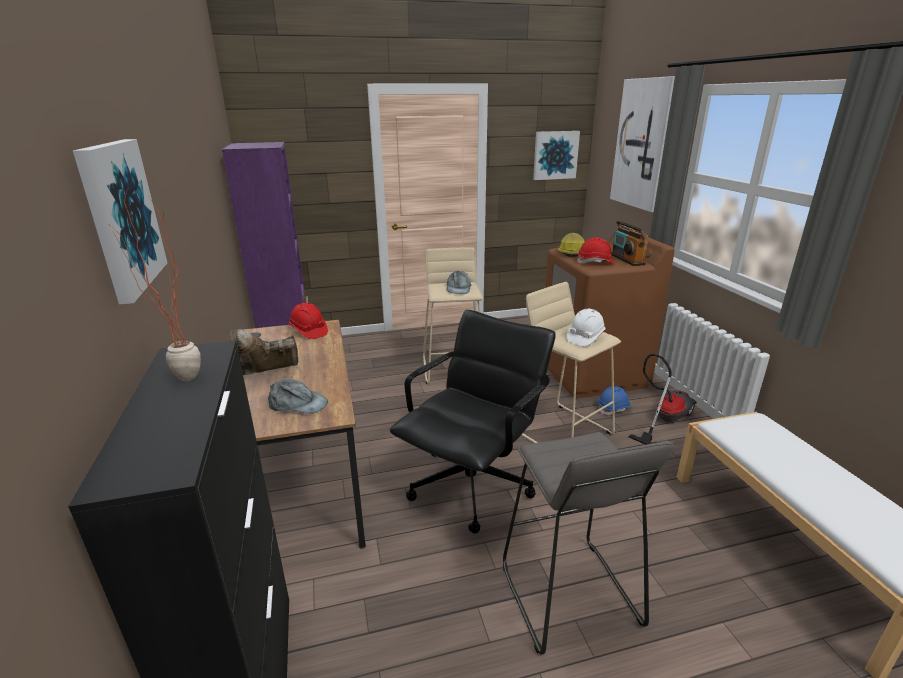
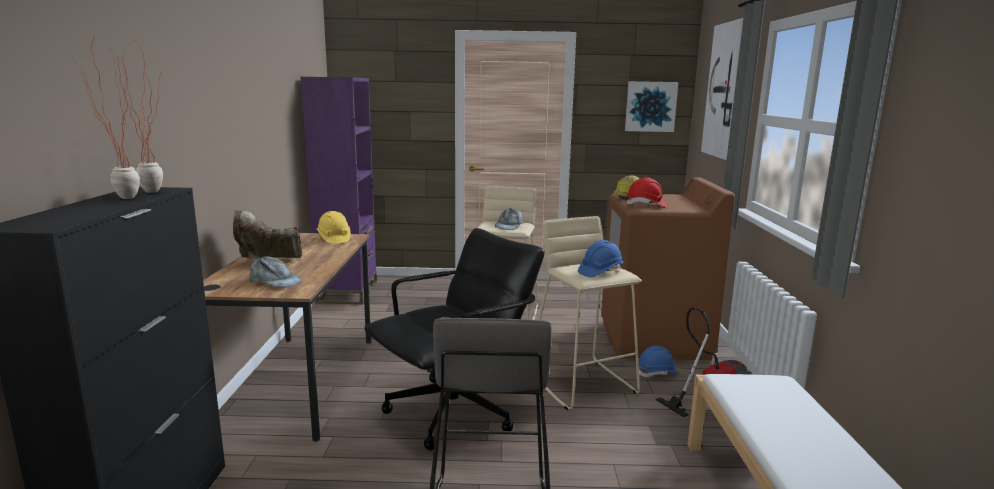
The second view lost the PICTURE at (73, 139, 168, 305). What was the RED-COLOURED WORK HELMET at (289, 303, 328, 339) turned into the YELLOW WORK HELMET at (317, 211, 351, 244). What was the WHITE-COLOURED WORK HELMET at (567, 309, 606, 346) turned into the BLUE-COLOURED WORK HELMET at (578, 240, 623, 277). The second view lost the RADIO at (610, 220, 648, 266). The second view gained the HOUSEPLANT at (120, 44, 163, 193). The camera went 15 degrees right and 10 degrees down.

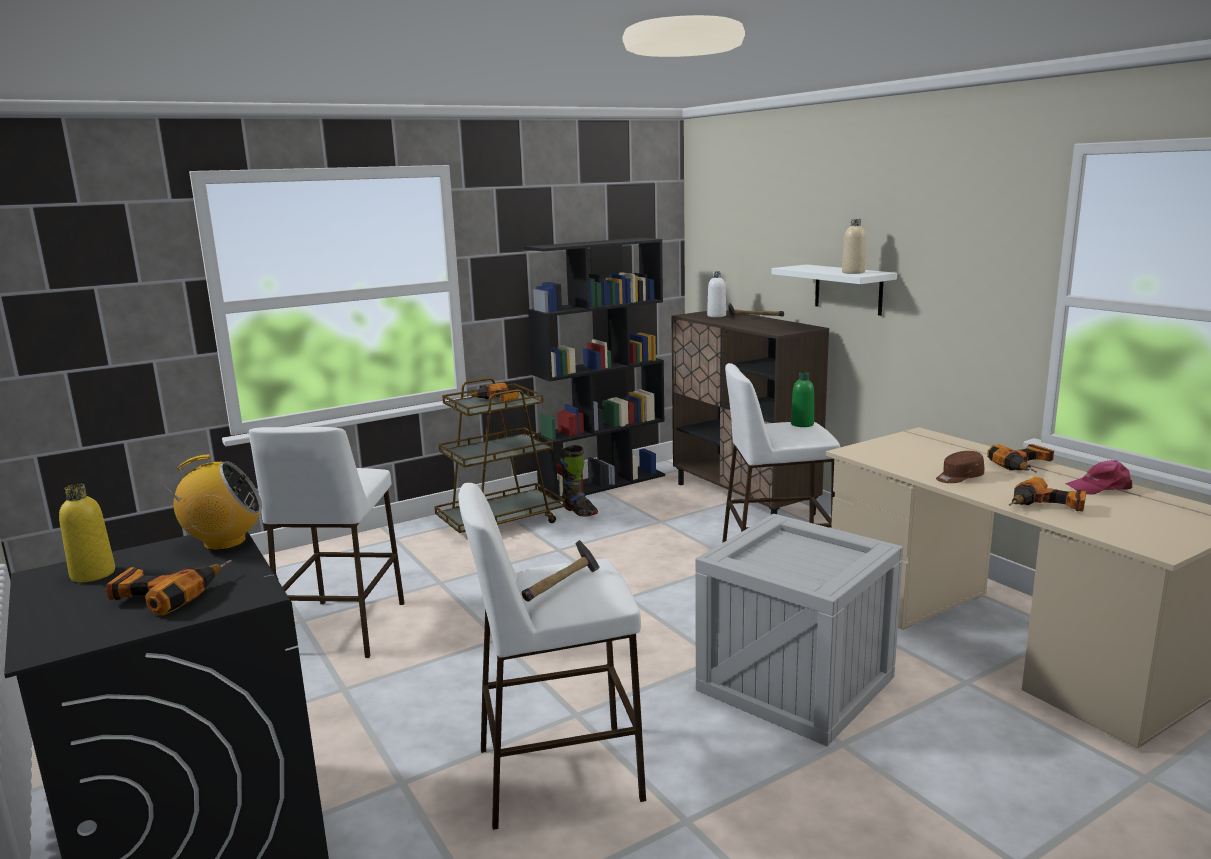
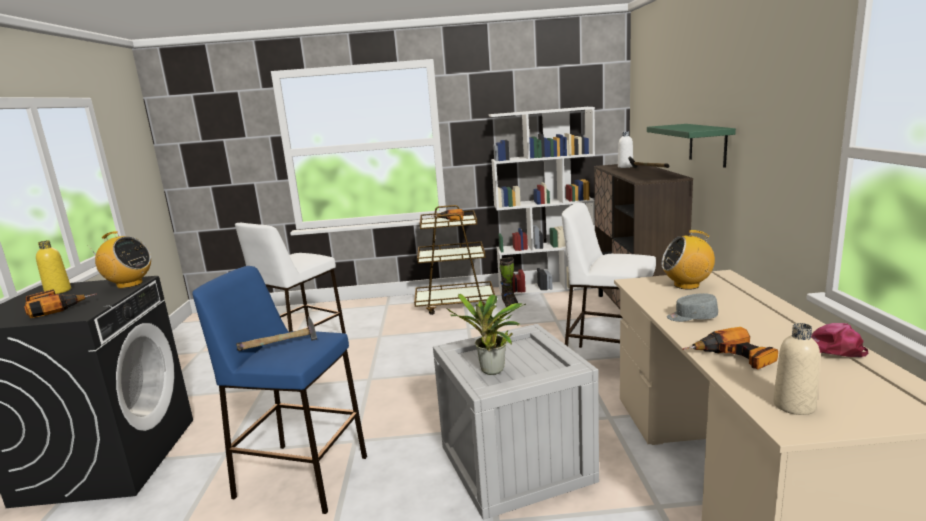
What was the WHITE-COLOURED SITTING STOOL at (459, 483, 646, 830) turned into the BLUE-COLOURED SITTING STOOL at (192, 266, 367, 514). What was the BLACK BOOKCASE at (524, 238, 665, 500) turned into the WHITE-COLOURED BOOKCASE at (489, 107, 596, 296). What was the WHITE-COLOURED WALL SHELF at (771, 264, 897, 316) turned into the GREENISH WALL SHELF at (647, 124, 736, 168). The second view lost the GREENISH BEVERAGE BOTTLE at (791, 372, 814, 427). The BEIGE BEVERAGE BOTTLE ended up elsewhere, having gone from (842, 219, 866, 274) to (773, 323, 820, 415). What was the BROWN BASEBALL CAP at (936, 451, 984, 483) turned into the GREY BASEBALL CAP at (667, 293, 718, 322). The second view lost the POWER DRILL at (987, 444, 1054, 472). The second view gained the HOUSEPLANT at (446, 294, 526, 375). The second view gained the RADIO at (662, 230, 715, 290). The camera went 30 degrees right and 0 degrees up.

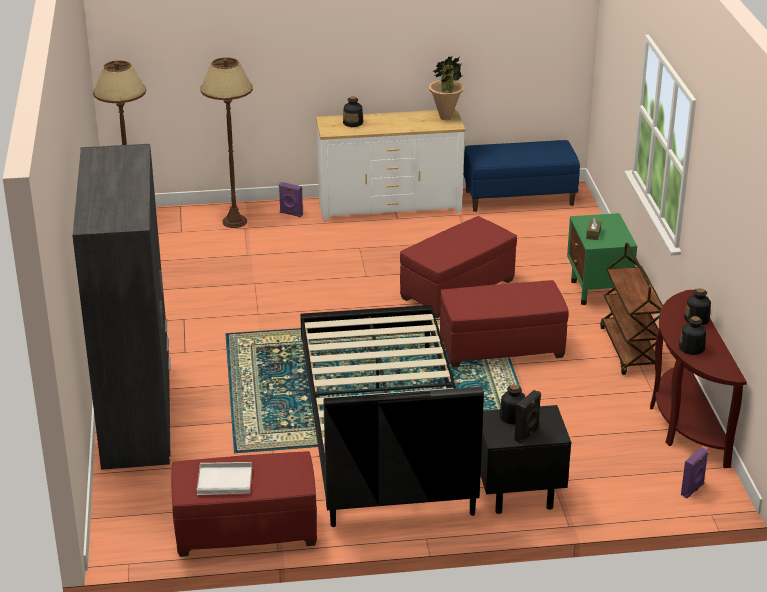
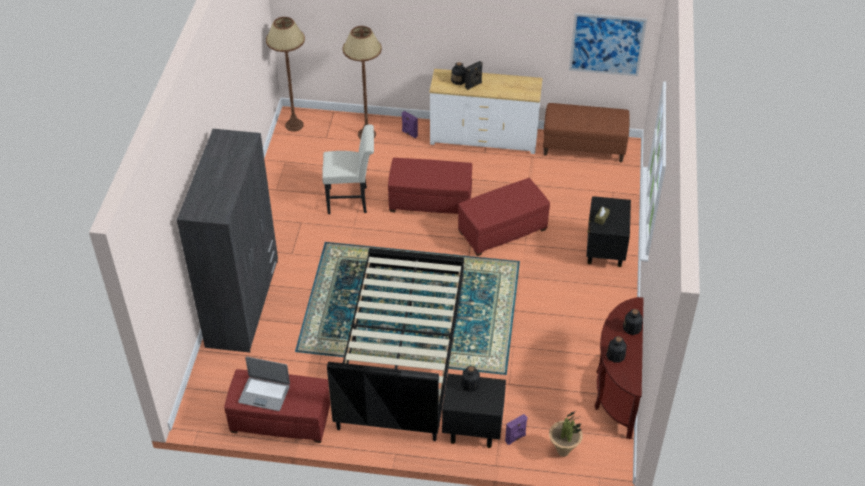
Where the WHITE-COLOURED CARRYING TRAY stood at (197, 462, 252, 495), the PORTABLE COMPUTER came to stand at (238, 357, 290, 411). The HOUSEPLANT ended up elsewhere, having gone from (429, 56, 464, 120) to (549, 411, 583, 457). The RED-COLOURED FOOTREST ended up elsewhere, having gone from (440, 280, 569, 367) to (388, 158, 472, 214). What was the BLUE-COLOURED BENCH at (464, 140, 580, 212) turned into the BROWN BENCH at (543, 103, 630, 162). The BLACK LOUDSPEAKER ended up elsewhere, having gone from (515, 390, 541, 444) to (465, 61, 483, 90). What was the GREENISH NIGHTSTAND at (567, 213, 637, 305) turned into the BLACK NIGHTSTAND at (586, 196, 631, 267). The second view lost the BROWN TROLLEY at (600, 243, 663, 375). The PURPLE-COLOURED LOUDSPEAKER ended up elsewhere, having gone from (681, 447, 709, 498) to (505, 414, 527, 445). The second view gained the WHITE-COLOURED CHAIR at (322, 124, 374, 214). The second view gained the PICTURE at (569, 13, 647, 76). The camera went 15 degrees right and 15 degrees up.

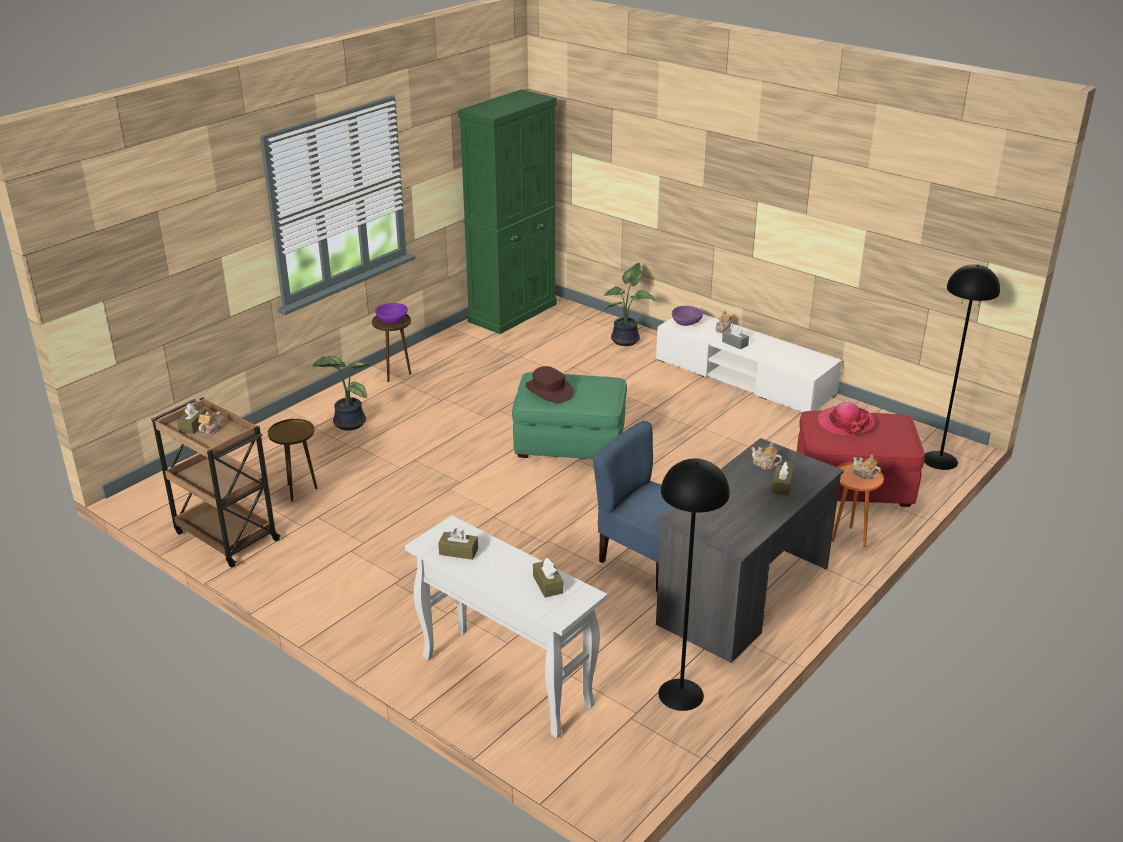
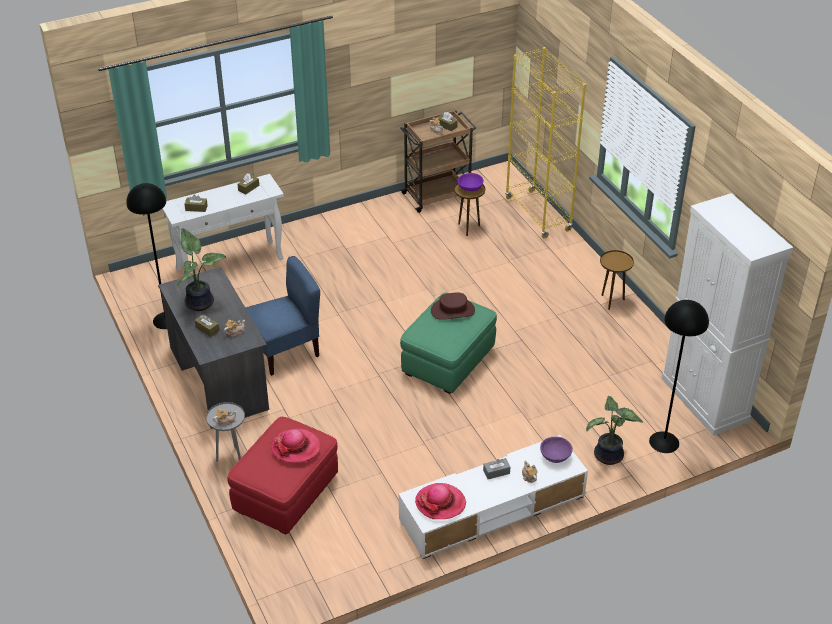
The HOUSEPLANT ended up elsewhere, having gone from (312, 356, 375, 430) to (176, 228, 226, 311). The PURPLE-COLOURED BOWL ended up elsewhere, having gone from (375, 303, 408, 324) to (458, 173, 484, 191). What was the GREENISH CABINET at (458, 89, 557, 334) turned into the WHITE-COLOURED CABINET at (661, 193, 793, 436). What was the ORANGE-COLOURED SIDE TABLE at (831, 462, 884, 547) turned into the GREY SIDE TABLE at (206, 402, 245, 462). The BLACK STANDARD LAMP ended up elsewhere, having gone from (924, 264, 1000, 470) to (649, 300, 709, 453). The second view gained the WEARABLE HAT at (415, 483, 466, 519). The second view gained the YELLOW BOOKCASE at (505, 47, 586, 239). The camera went 115 degrees right and 10 degrees up.

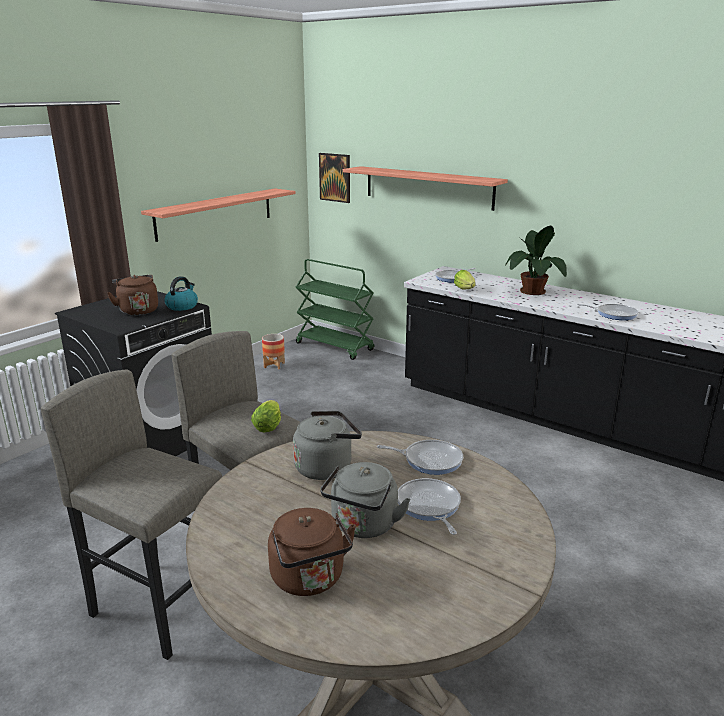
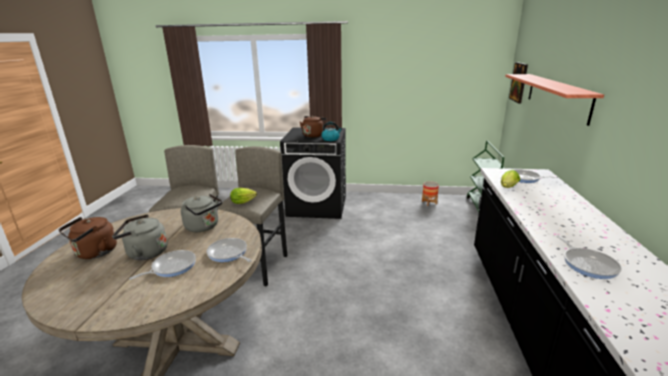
The second view lost the WALL SHELF at (141, 188, 296, 242). The SKILLET at (377, 440, 463, 475) ended up facing another way, 150 degrees clockwise from before. The second view lost the HOUSEPLANT at (505, 226, 567, 295). The camera went 60 degrees right and 0 degrees up.

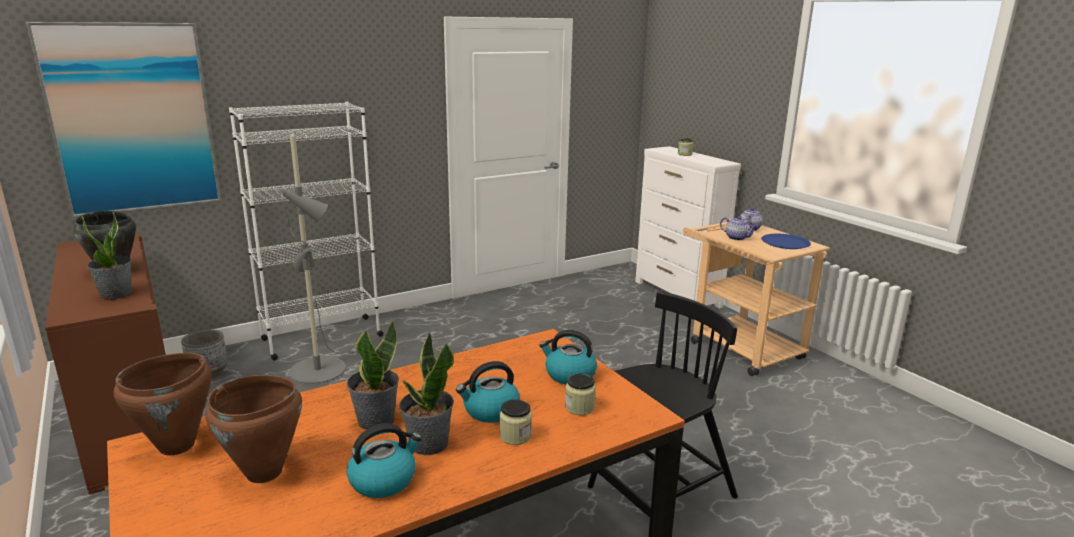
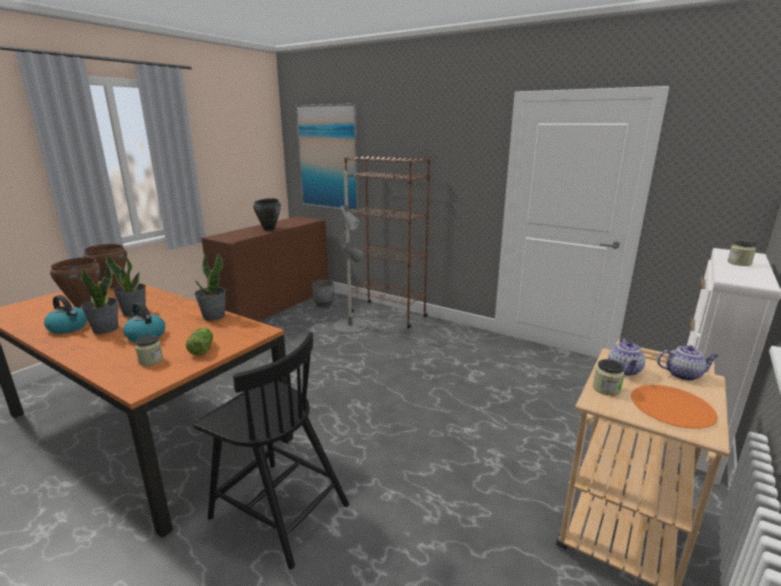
The HOUSEPLANT ended up elsewhere, having gone from (81, 210, 132, 300) to (194, 253, 226, 321). What was the WHITE-COLOURED BOOKCASE at (229, 102, 384, 361) turned into the BROWN BOOKCASE at (344, 155, 430, 328). The PRESERVE JAR ended up elsewhere, having gone from (500, 400, 532, 445) to (593, 359, 624, 396). Where the KETTLE stood at (539, 330, 597, 385), the LETTUCE came to stand at (186, 327, 213, 355). What was the BLUE-COLOURED PLATE at (761, 234, 811, 249) turned into the ORANGE-COLOURED PLATE at (631, 385, 718, 429). The camera went 65 degrees right and 0 degrees up.

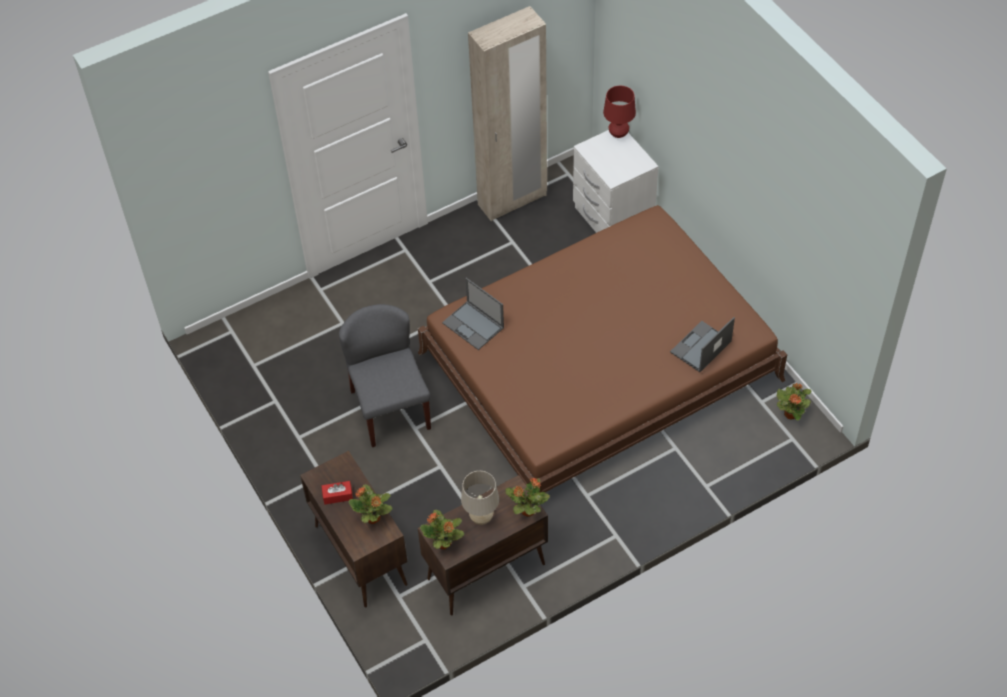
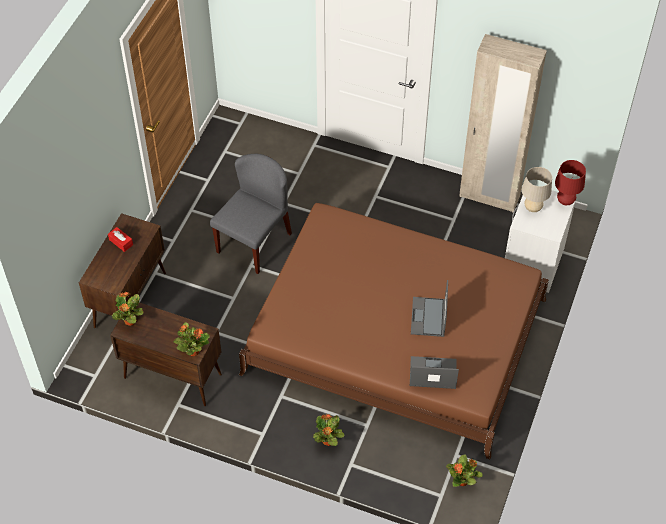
The HOUSEPLANT ended up elsewhere, having gone from (349, 484, 392, 524) to (313, 414, 345, 446). The PORTABLE COMPUTER ended up elsewhere, having gone from (442, 278, 504, 350) to (411, 280, 448, 337). The BEIGE LAMP FOR A TABLE ended up elsewhere, having gone from (461, 471, 499, 525) to (522, 167, 552, 212). The camera went 50 degrees right and 0 degrees up.

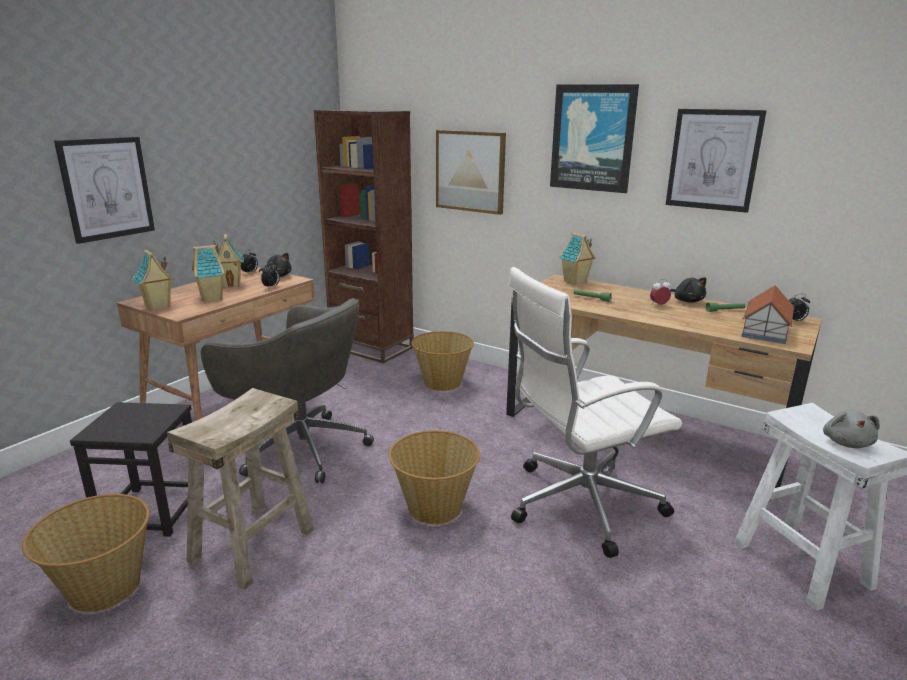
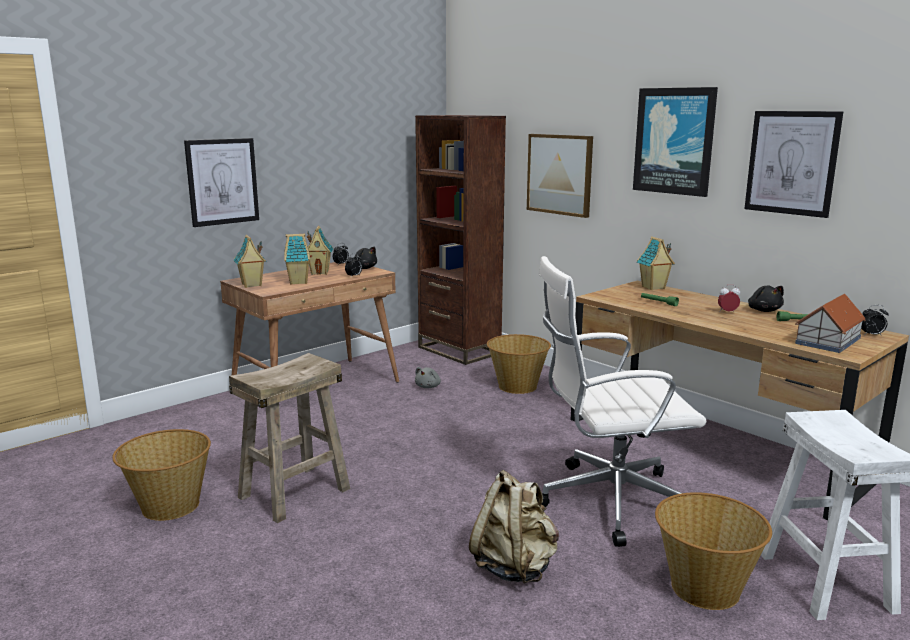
The second view lost the BLACK SITTING STOOL at (70, 402, 192, 537). The second view lost the GREY COMPUTER CHAIR at (201, 298, 374, 483). The STORAGE BASKET ended up elsewhere, having gone from (389, 430, 480, 525) to (655, 492, 772, 610). The GREY CUDDLY TOY ended up elsewhere, having gone from (823, 410, 880, 448) to (415, 367, 441, 388). The second view gained the BEIGE KNAPSACK at (469, 470, 559, 583). The camera went 15 degrees right and 5 degrees down.

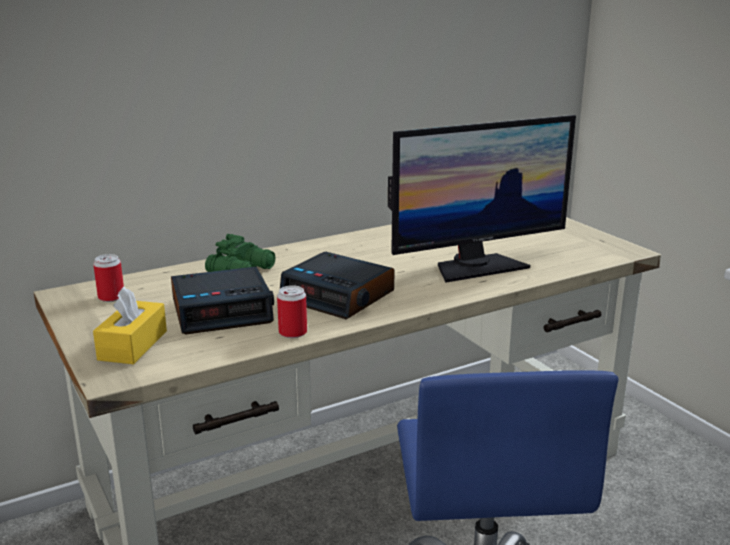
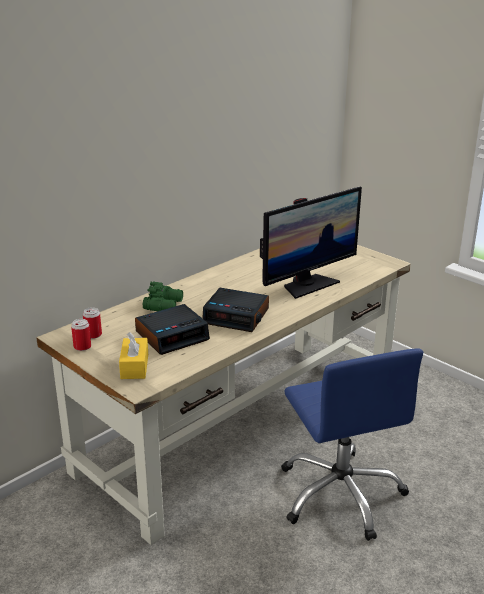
The METAL CAN ended up elsewhere, having gone from (277, 285, 307, 338) to (71, 319, 91, 351). The camera went 15 degrees left and 5 degrees up.

